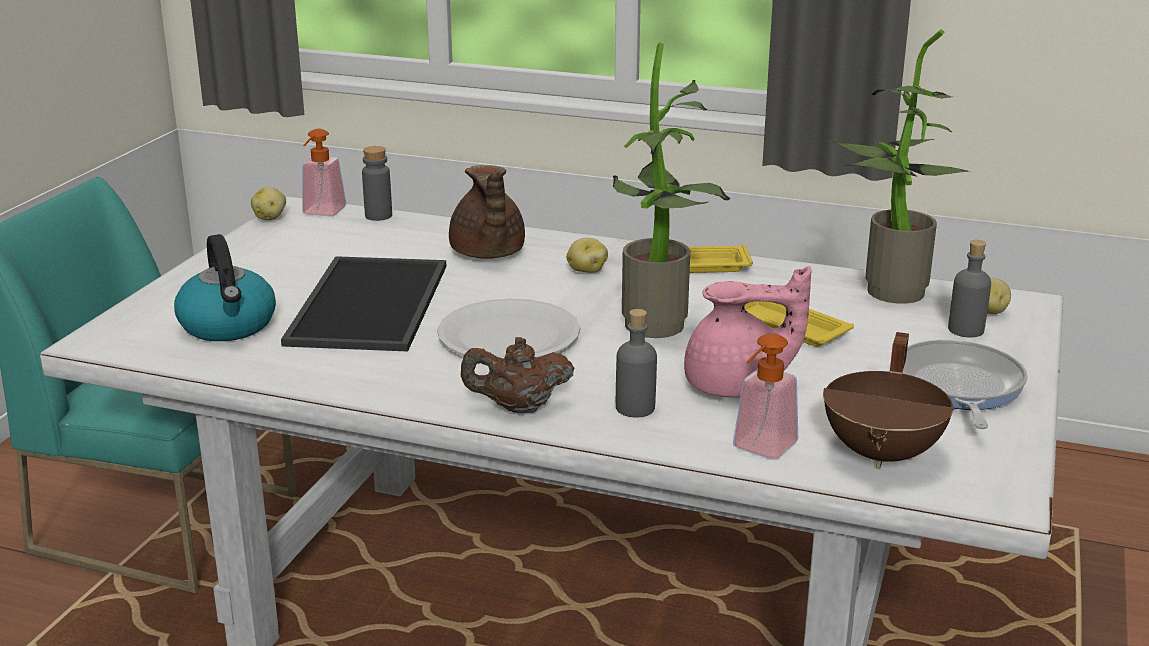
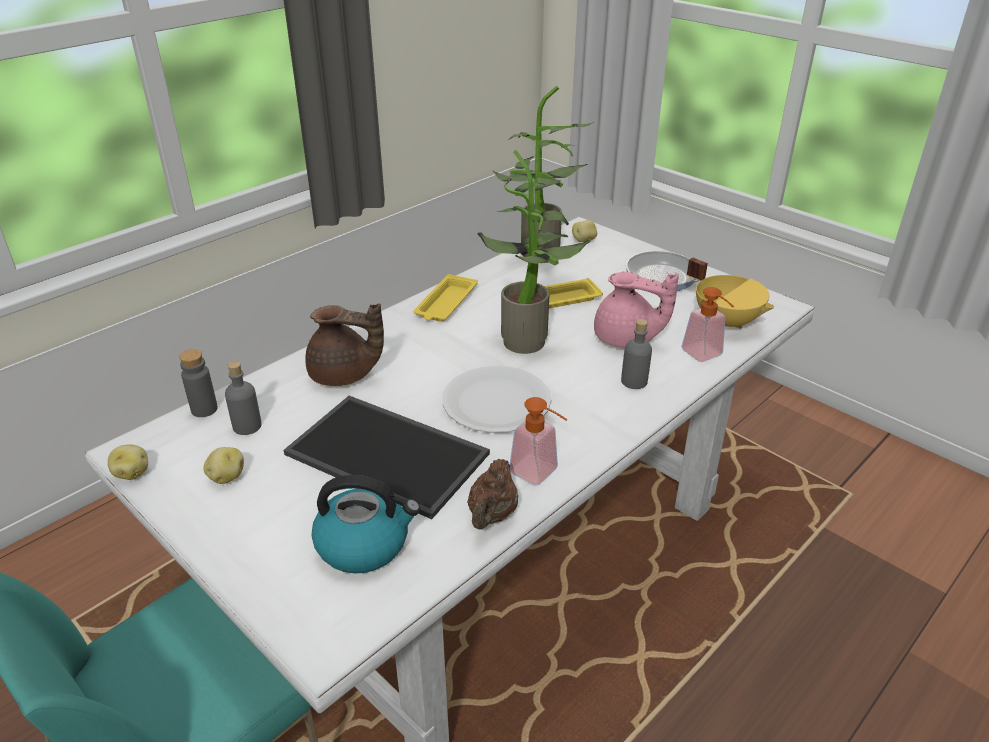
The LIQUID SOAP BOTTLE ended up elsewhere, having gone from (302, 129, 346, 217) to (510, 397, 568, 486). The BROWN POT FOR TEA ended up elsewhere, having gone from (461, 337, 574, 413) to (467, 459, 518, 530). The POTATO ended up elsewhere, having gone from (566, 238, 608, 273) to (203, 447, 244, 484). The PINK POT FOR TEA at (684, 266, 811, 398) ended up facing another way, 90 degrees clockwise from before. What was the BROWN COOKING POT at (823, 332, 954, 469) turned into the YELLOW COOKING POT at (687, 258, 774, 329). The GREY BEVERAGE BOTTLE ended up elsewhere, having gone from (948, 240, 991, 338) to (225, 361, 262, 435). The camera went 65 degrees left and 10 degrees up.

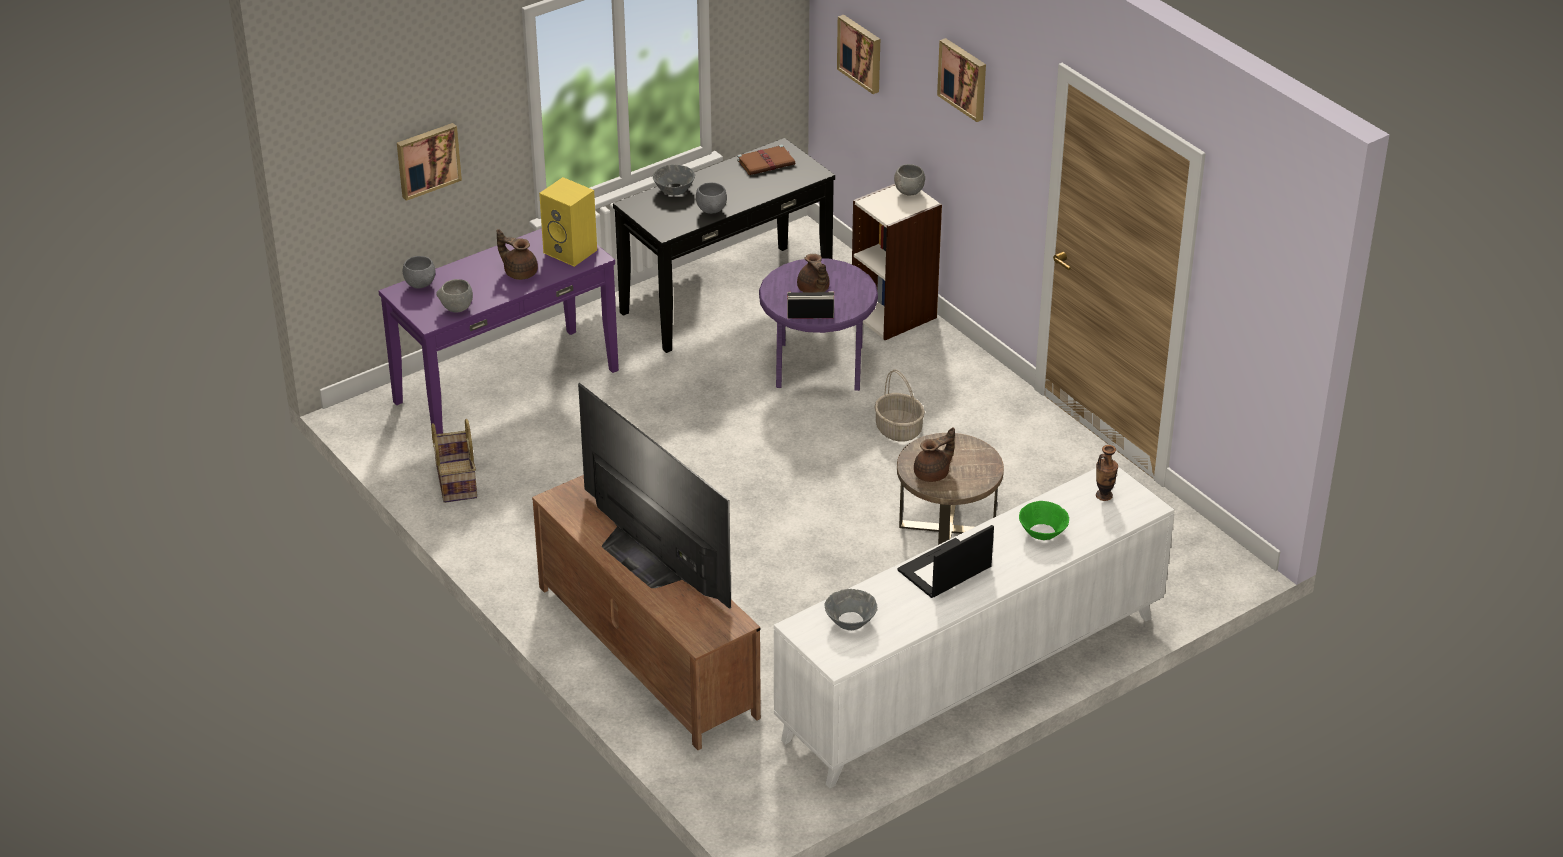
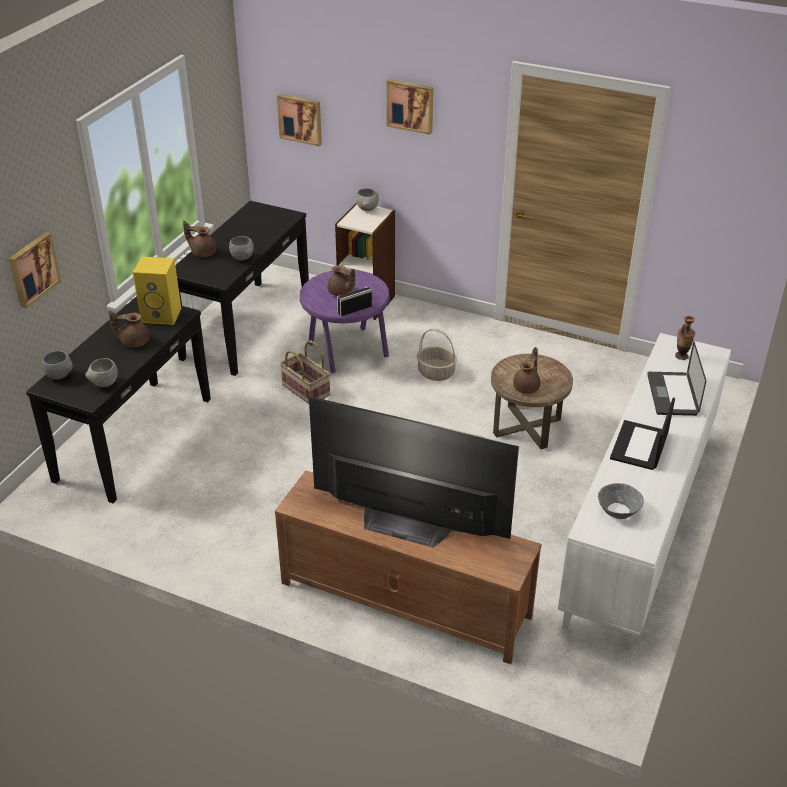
What was the PURPLE-COLOURED HALL TABLE at (378, 228, 619, 434) turned into the BLACK HALL TABLE at (26, 296, 211, 503). The STORAGE BASKET ended up elsewhere, having gone from (431, 419, 477, 503) to (280, 340, 330, 404). Where the GREY BOWL stood at (653, 165, 695, 195), the BROWN POT FOR TEA came to stand at (183, 221, 216, 257). The second view lost the BROWN BOUND BOOK at (737, 144, 795, 175). Where the GREENISH BOWL stood at (1019, 501, 1069, 540), the PORTABLE COMPUTER came to stand at (647, 341, 706, 416). The camera went 30 degrees left and 0 degrees up.

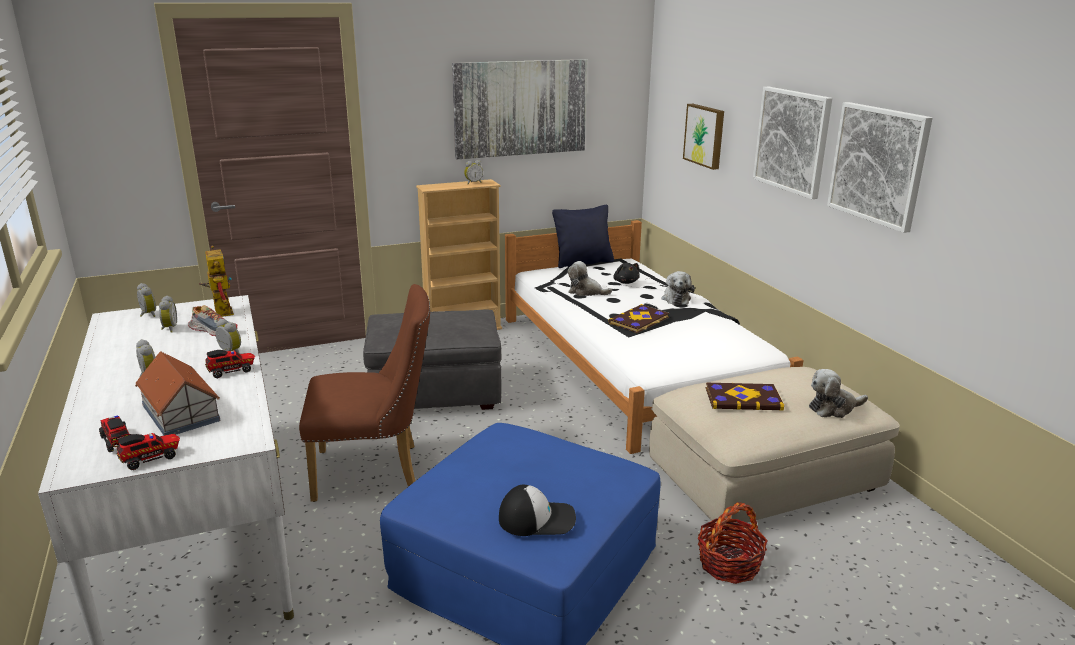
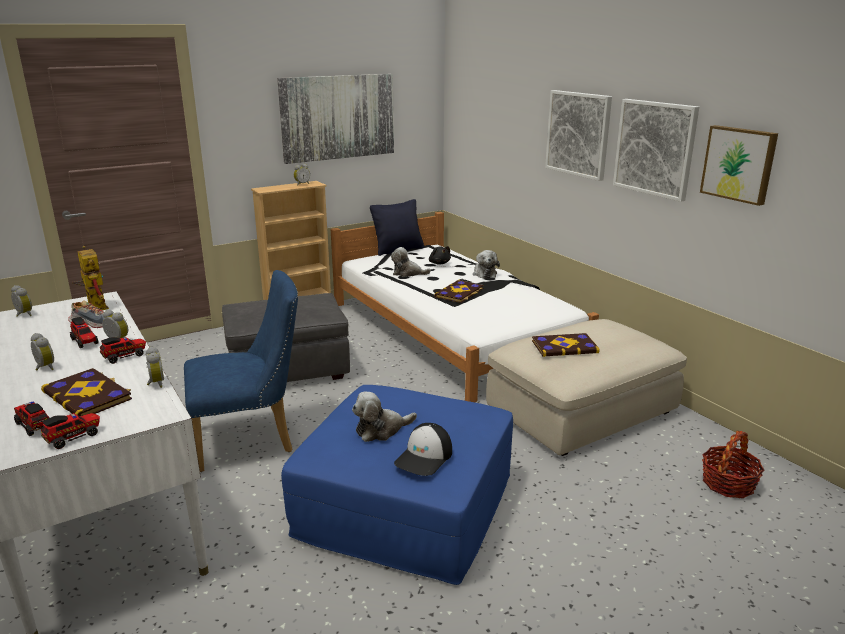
Where the MINIATURE HOUSE stood at (135, 351, 220, 435), the BOUND BOOK came to stand at (41, 368, 132, 416). The TABLE CLOCK ended up elsewhere, having gone from (159, 295, 177, 333) to (146, 346, 164, 388). What was the BROWN CHAIR at (299, 284, 430, 502) turned into the BLUE-COLOURED CHAIR at (184, 270, 298, 472). The BASEBALL CAP at (499, 485, 576, 536) ended up facing another way, 135 degrees clockwise from before. The PICTURE ended up elsewhere, having gone from (683, 104, 724, 170) to (700, 125, 778, 206). The STORAGE BASKET ended up elsewhere, having gone from (698, 502, 768, 584) to (702, 431, 765, 498). The CUDDLY TOY ended up elsewhere, having gone from (809, 369, 868, 418) to (352, 392, 417, 442). The second view gained the TOY LORRY at (70, 317, 99, 348). The camera went 10 degrees left and 0 degrees up.

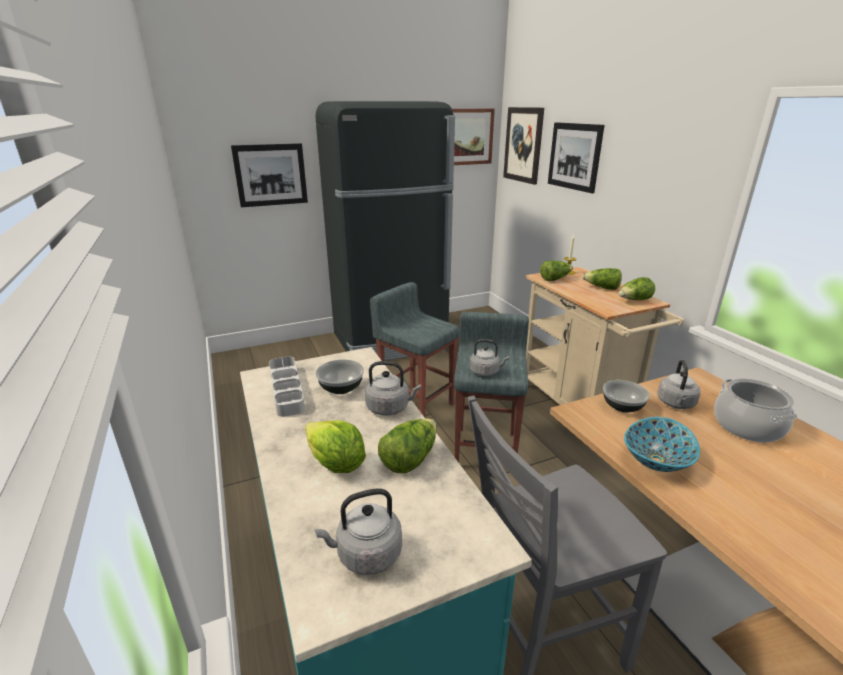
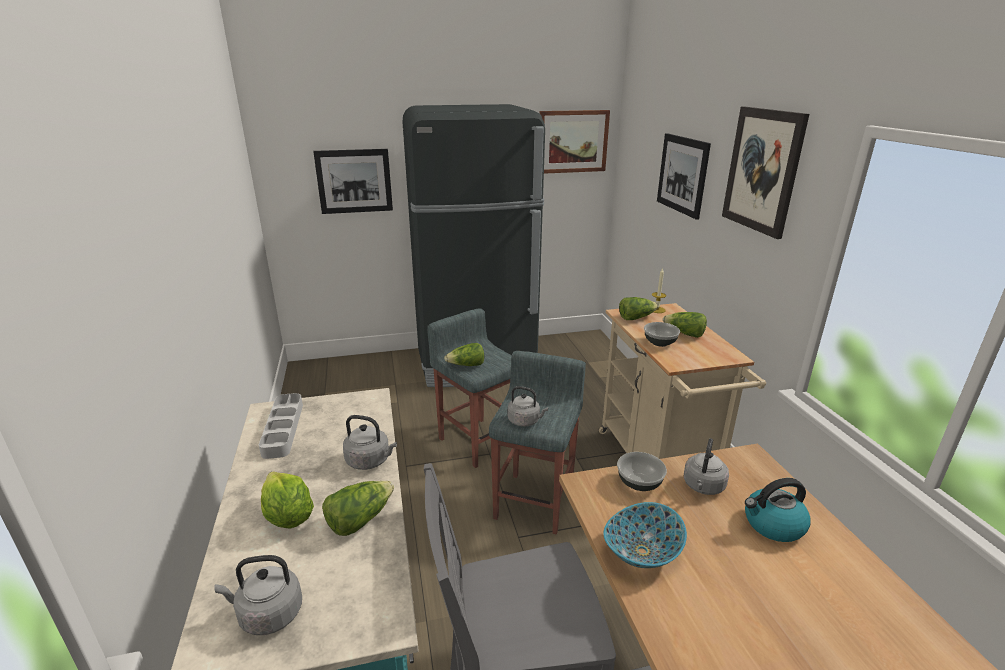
The BOWL ended up elsewhere, having gone from (316, 359, 364, 394) to (644, 322, 680, 347). The PICTURE ended up elsewhere, having gone from (503, 107, 544, 185) to (722, 107, 809, 239). The LETTUCE ended up elsewhere, having gone from (618, 277, 655, 300) to (444, 343, 484, 366). Where the COOKING POT stood at (714, 378, 797, 443), the KETTLE came to stand at (745, 478, 810, 542). The camera went 10 degrees right and 0 degrees up.

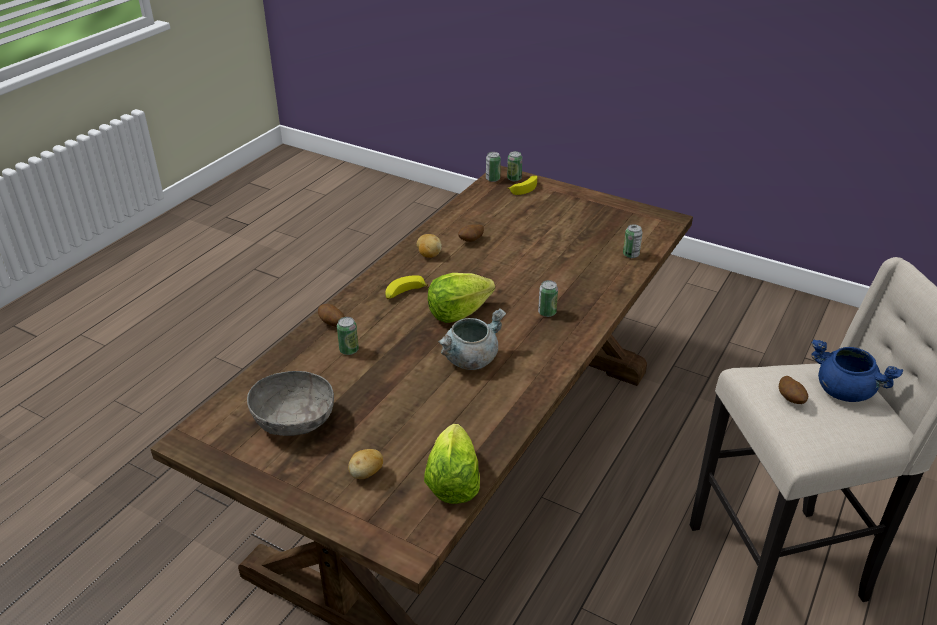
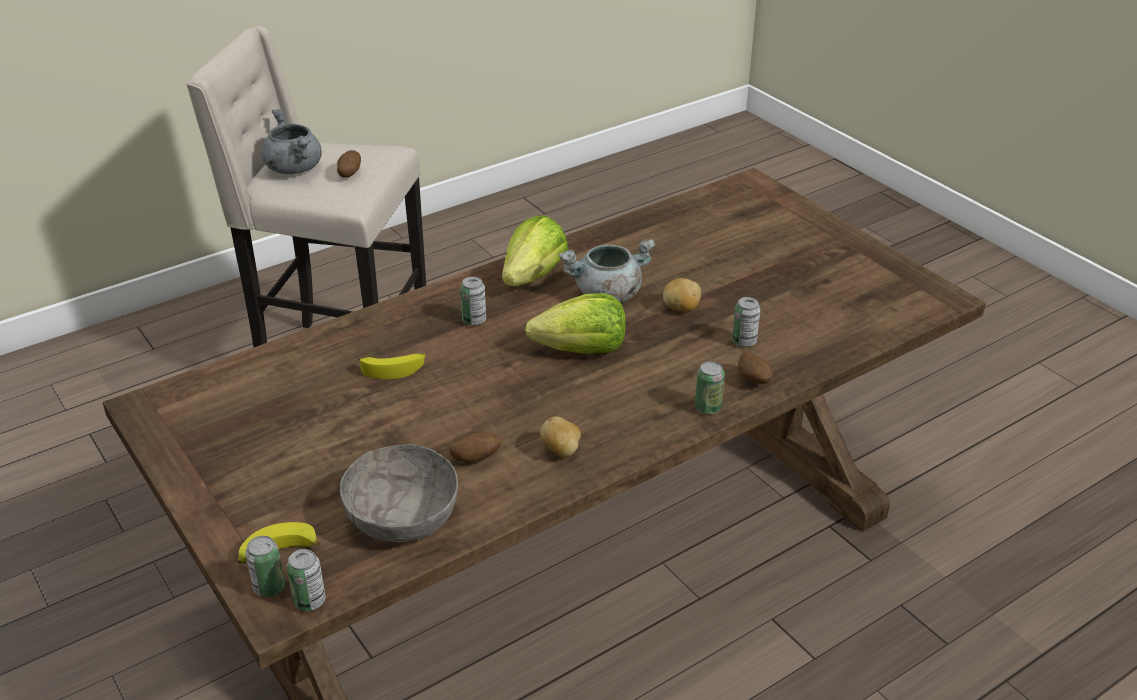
The GREY BOWL ended up elsewhere, having gone from (247, 371, 334, 436) to (340, 444, 458, 542). The POTATO ended up elsewhere, having gone from (348, 449, 383, 479) to (663, 278, 701, 311). The BANANA FRUIT ended up elsewhere, having gone from (385, 275, 428, 299) to (358, 353, 426, 379). The LETTUCE ended up elsewhere, having gone from (424, 424, 480, 504) to (502, 215, 568, 286). The METAL CAN ended up elsewhere, having gone from (623, 224, 643, 258) to (695, 361, 725, 414). What was the BLUE-COLOURED COOKING POT at (811, 340, 903, 402) turned into the GREY COOKING POT at (262, 109, 322, 174). The camera went 155 degrees left and 0 degrees up.

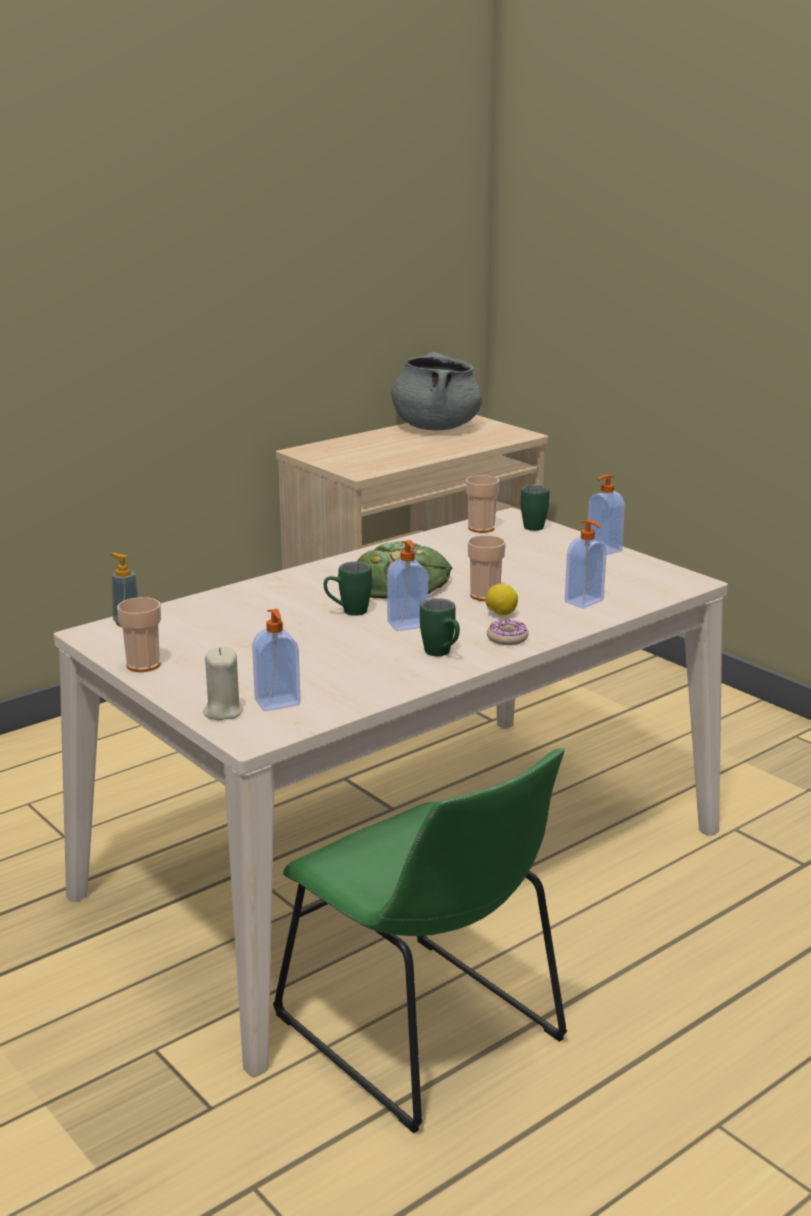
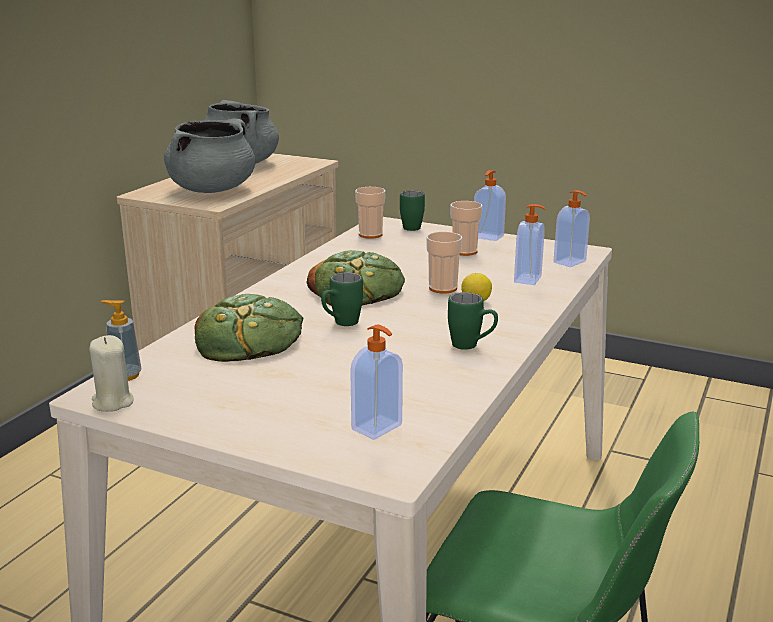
The DRINKING CUP ended up elsewhere, having gone from (117, 597, 161, 672) to (451, 201, 483, 256). The BEIGE WAX CANDLE ended up elsewhere, having gone from (203, 647, 243, 720) to (89, 335, 133, 412). The LIQUID SOAP BOTTLE ended up elsewhere, having gone from (387, 540, 428, 631) to (554, 190, 590, 267). The second view lost the RING DOUGHNUT at (487, 620, 528, 645). The second view gained the GREY COOKING POT at (164, 119, 255, 193). The second view gained the BAKED BREAD at (194, 294, 303, 362). The camera went 25 degrees left and 0 degrees up.

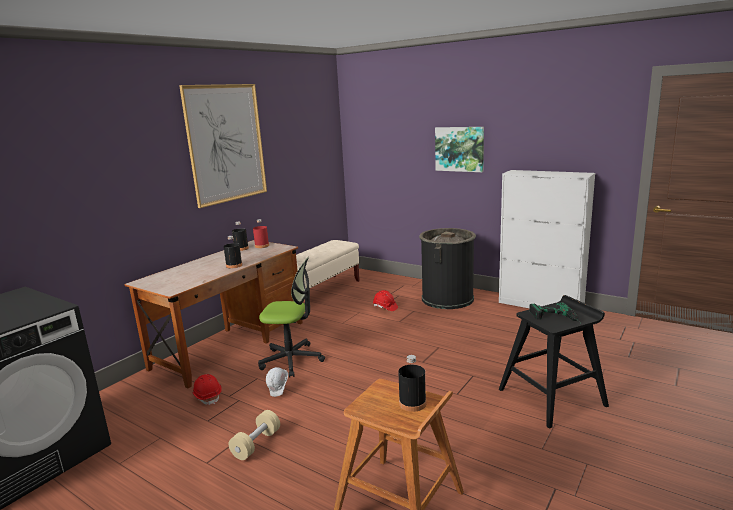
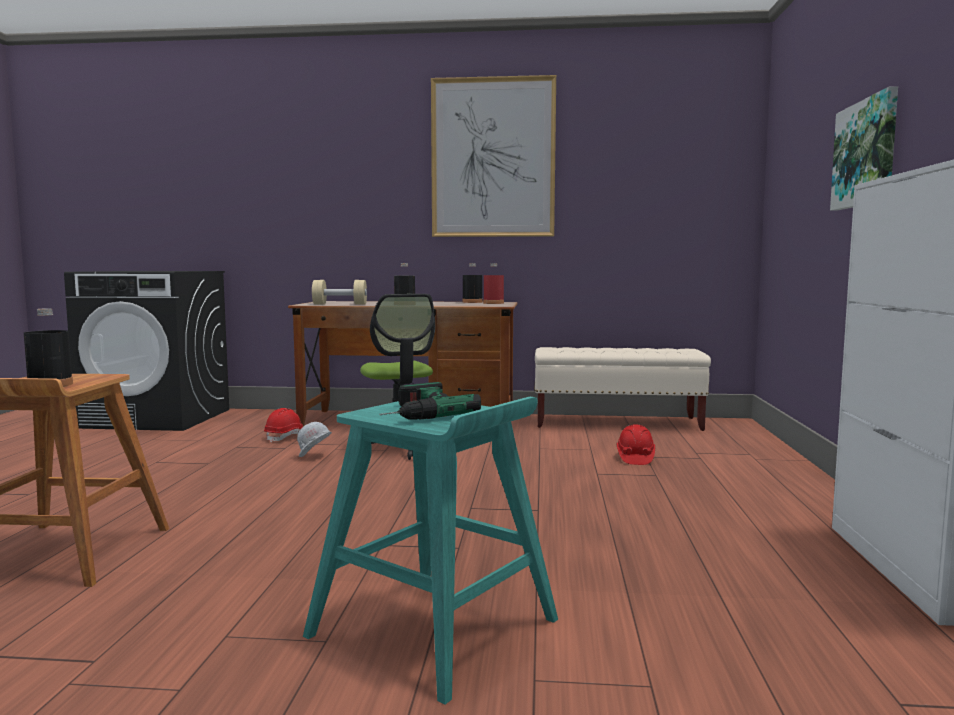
The BEIGE HAND WEIGHT ended up elsewhere, having gone from (229, 410, 280, 460) to (312, 280, 367, 305). The second view lost the BLACK RUBBISH BIN at (419, 228, 476, 309). What was the BLACK SITTING STOOL at (499, 295, 609, 429) turned into the TURQUOISE-COLOURED SITTING STOOL at (303, 397, 558, 704). The camera went 60 degrees right and 10 degrees down.

